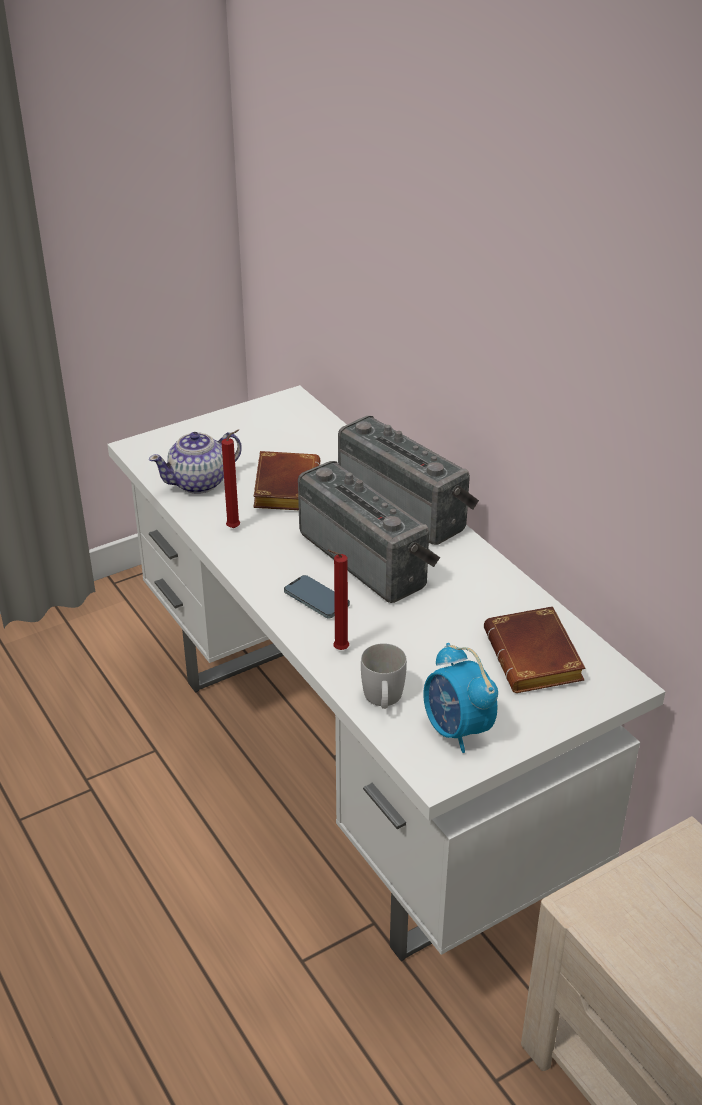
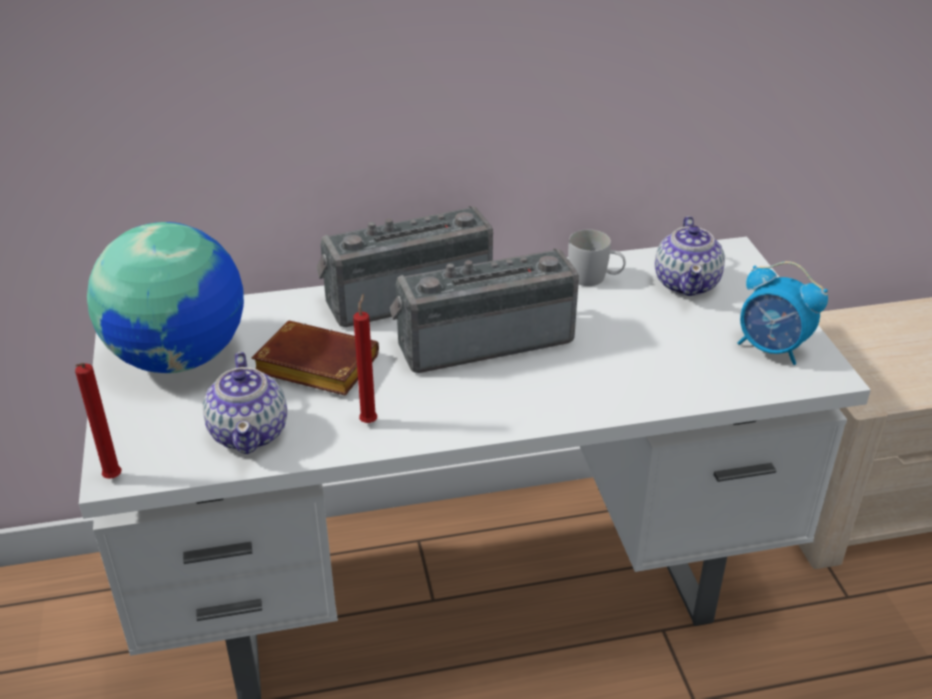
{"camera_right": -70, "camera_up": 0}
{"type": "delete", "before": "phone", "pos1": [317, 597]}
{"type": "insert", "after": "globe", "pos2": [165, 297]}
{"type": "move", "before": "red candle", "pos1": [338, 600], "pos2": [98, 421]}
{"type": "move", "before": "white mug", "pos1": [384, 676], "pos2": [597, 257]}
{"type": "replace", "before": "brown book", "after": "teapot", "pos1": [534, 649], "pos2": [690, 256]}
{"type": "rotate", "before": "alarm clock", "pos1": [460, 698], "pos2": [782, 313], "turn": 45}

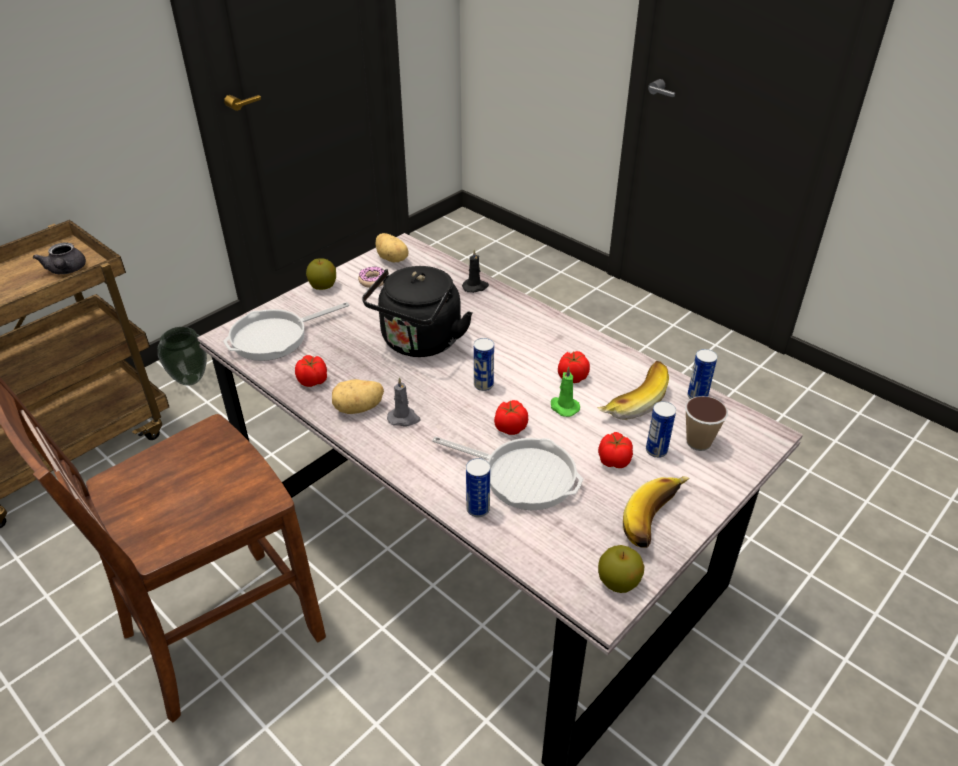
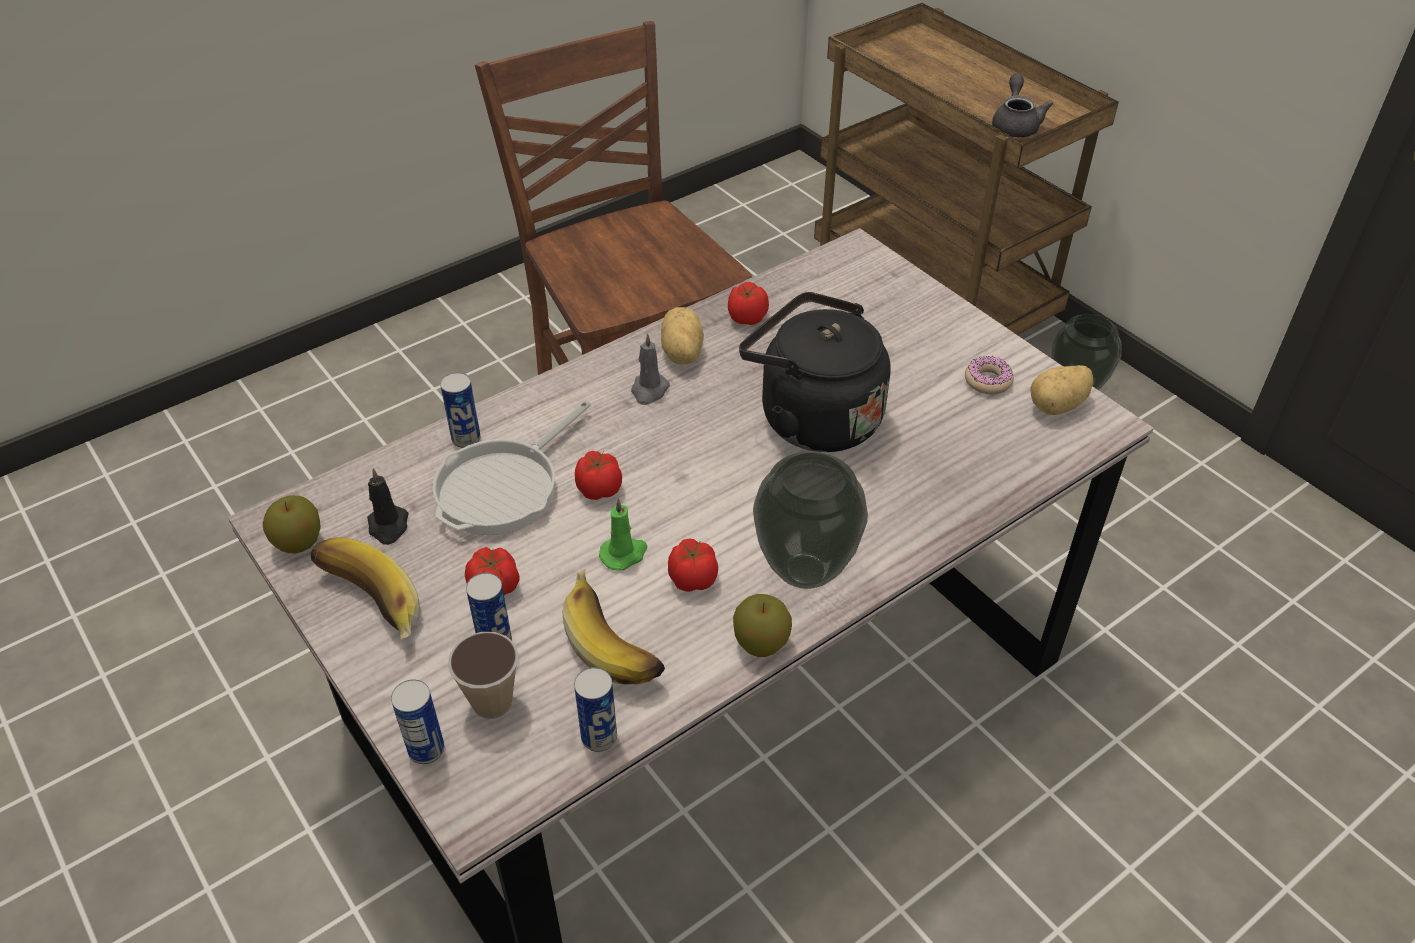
{"camera_right": 100, "camera_up": 5}
{"type": "delete", "before": "frying pan", "pos1": [286, 331]}
{"type": "insert", "after": "vase", "pos2": [810, 520]}
{"type": "move", "before": "apple", "pos1": [321, 274], "pos2": [762, 625]}
{"type": "move", "before": "black candle", "pos1": [475, 271], "pos2": [388, 506]}
{"type": "move", "before": "can", "pos1": [484, 364], "pos2": [417, 721]}
{"type": "rotate", "before": "grey teapot", "pos1": [59, 258], "pos2": [1023, 105], "turn": 105}

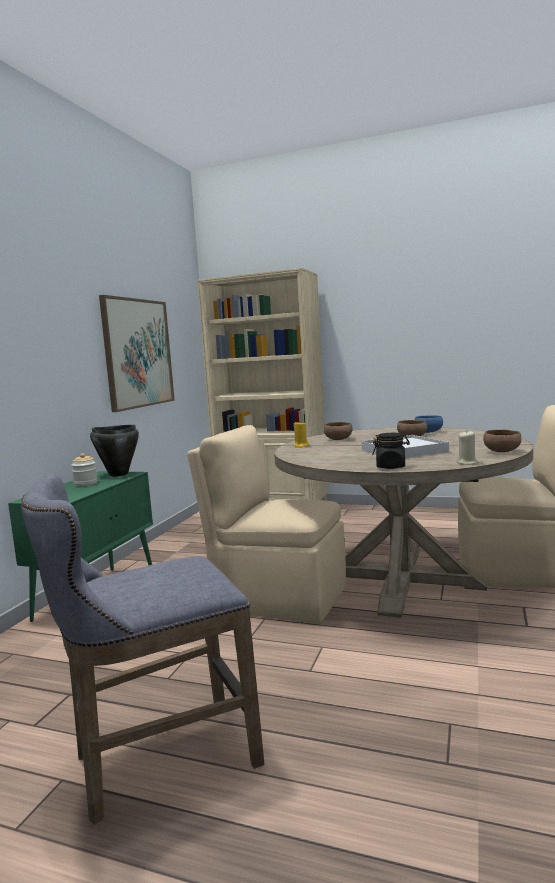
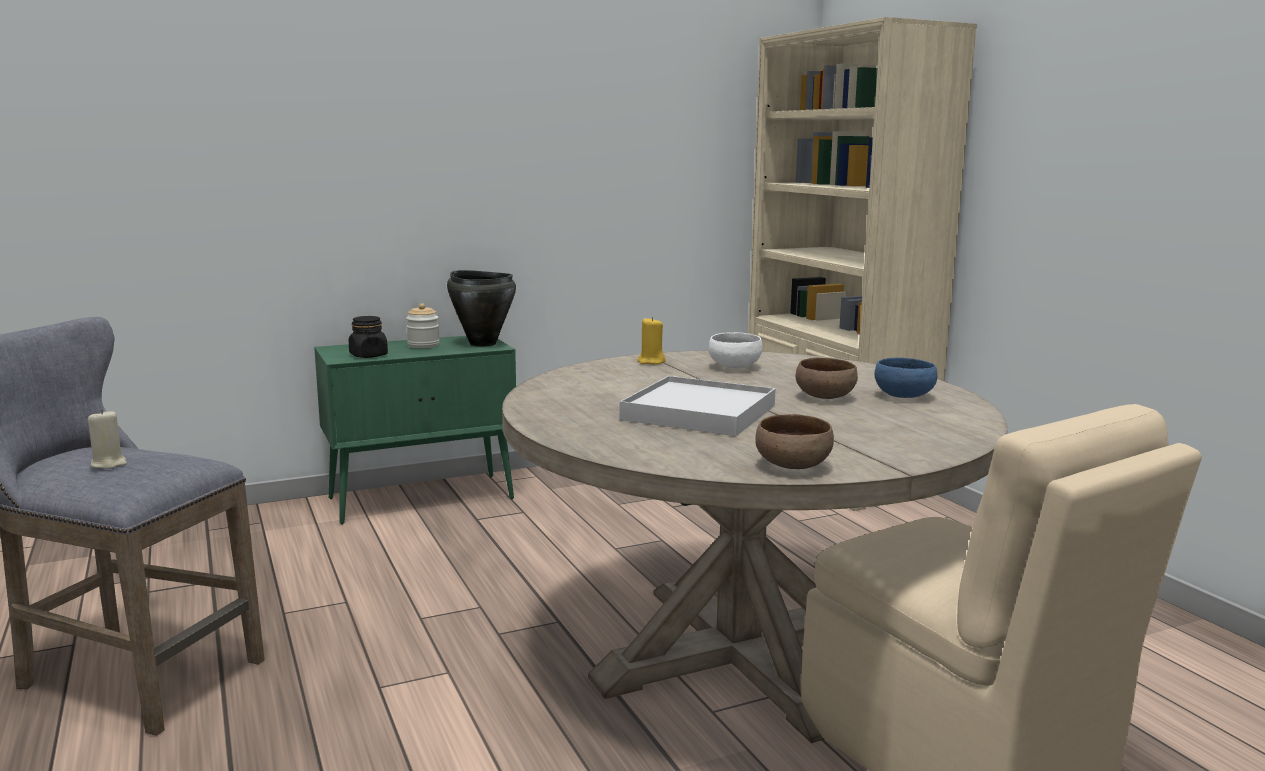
{"camera_right": 45, "camera_up": 5}
{"type": "delete", "before": "picture", "pos1": [137, 353]}
{"type": "delete", "before": "beige chair", "pos1": [266, 524]}
{"type": "move", "before": "black jar", "pos1": [391, 451], "pos2": [368, 337]}
{"type": "move", "before": "beige candle", "pos1": [467, 448], "pos2": [107, 439]}
{"type": "recolor", "before": "brown bowl", "after": "white bowl", "pos1": [338, 431], "pos2": [736, 350]}

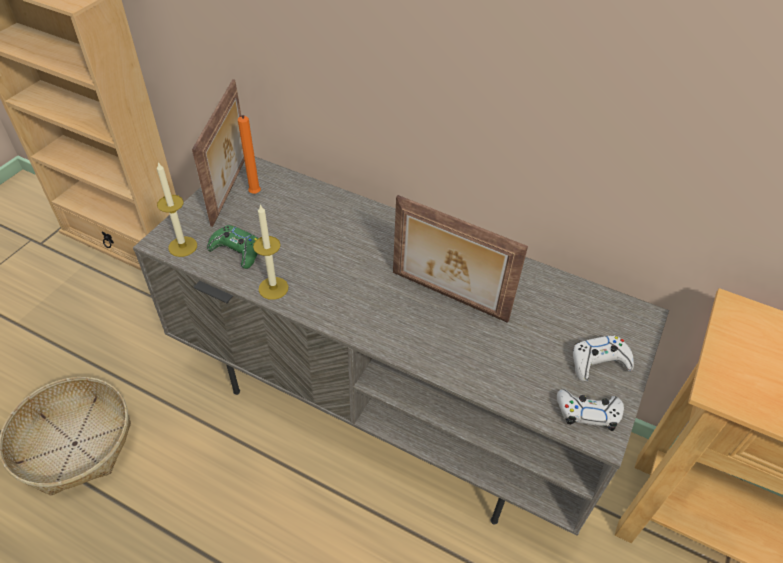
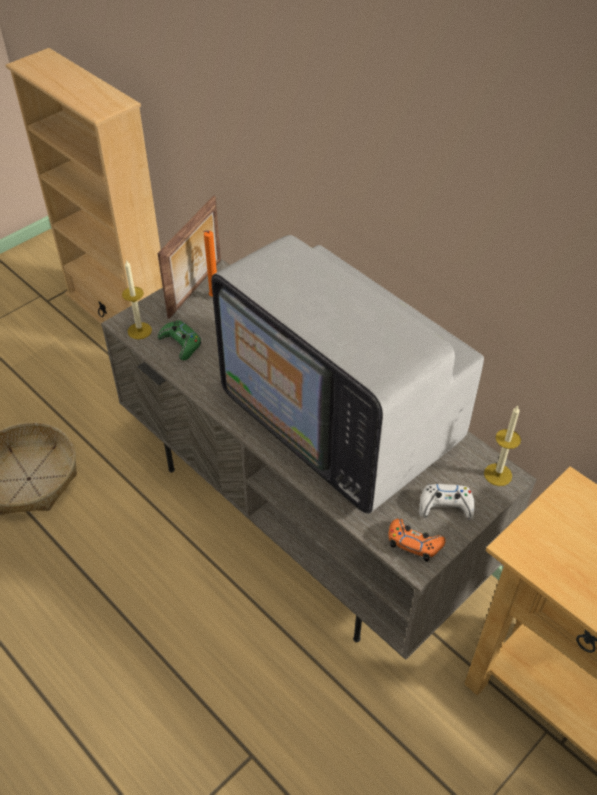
{"camera_right": 20, "camera_up": 0}
{"type": "move", "before": "candle", "pos1": [271, 252], "pos2": [502, 446]}
{"type": "replace", "before": "picture frame", "after": "television", "pos1": [460, 259], "pos2": [347, 374]}
{"type": "recolor", "before": "white game controller", "after": "orange game controller", "pos1": [590, 410], "pos2": [416, 540]}

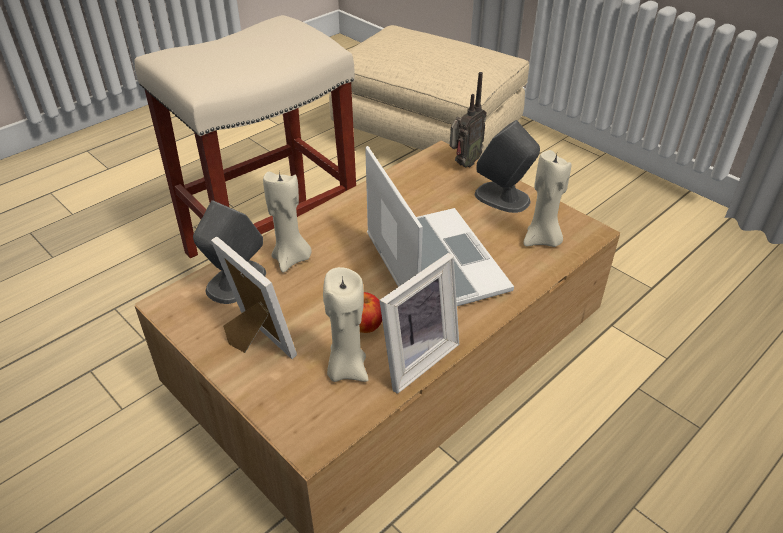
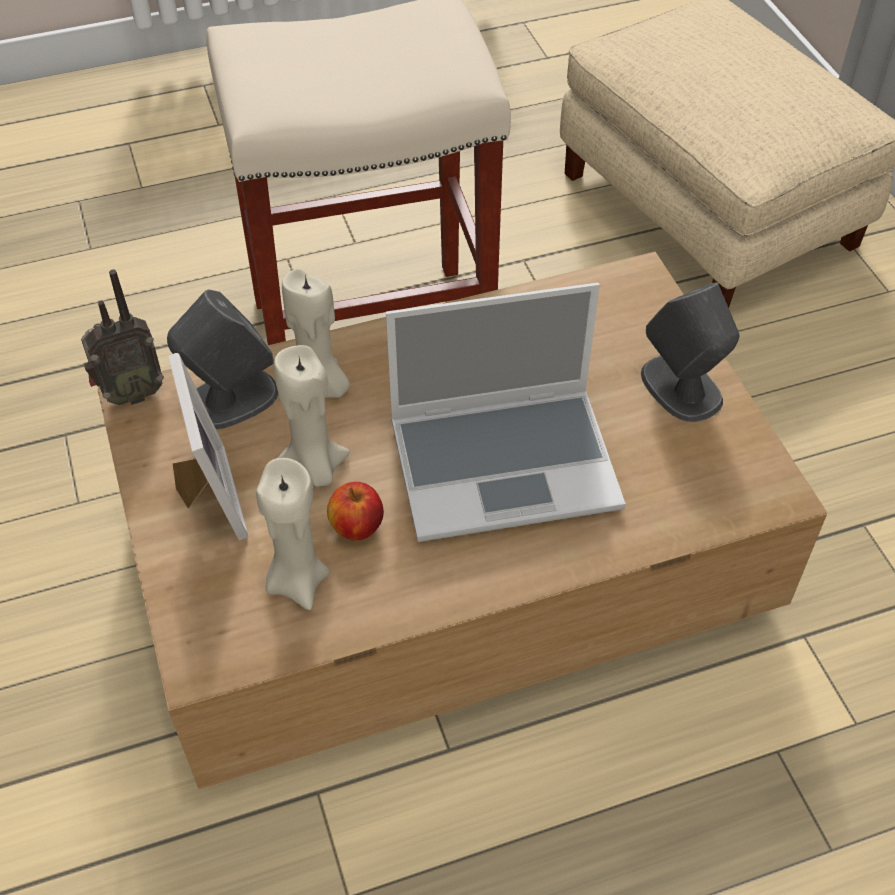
{"camera_right": 25, "camera_up": 10}
{"type": "delete", "before": "picture frame", "pos1": [419, 323]}
{"type": "move", "before": "radio", "pos1": [468, 120], "pos2": [122, 337]}
{"type": "move", "before": "beige candle", "pos1": [547, 198], "pos2": [312, 416]}
{"type": "rotate", "before": "laptop", "pos1": [439, 226], "pos2": [506, 412], "turn": 75}

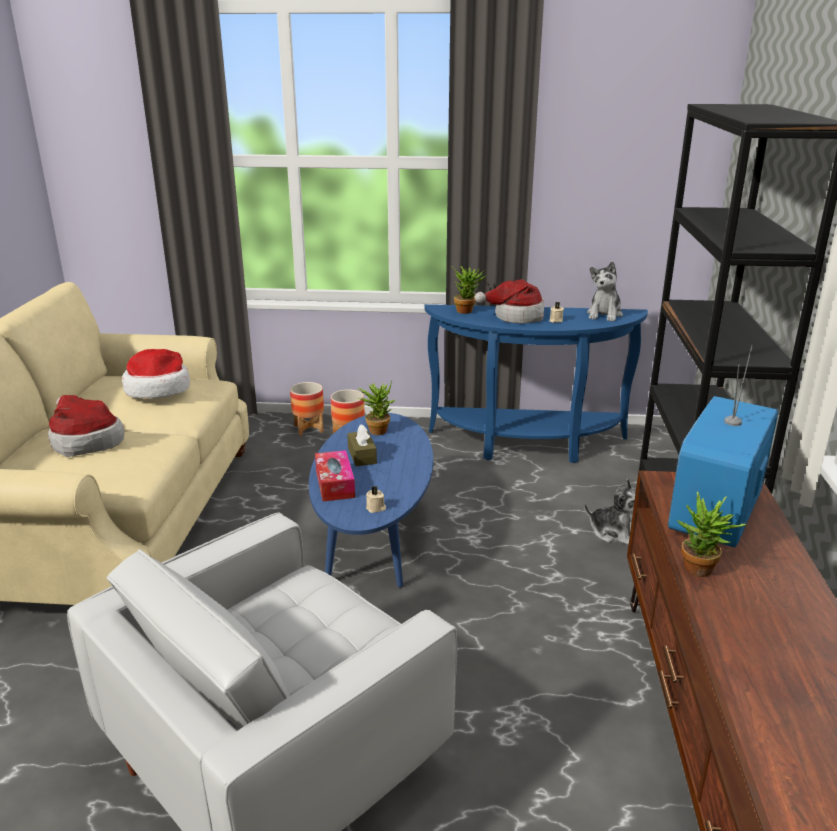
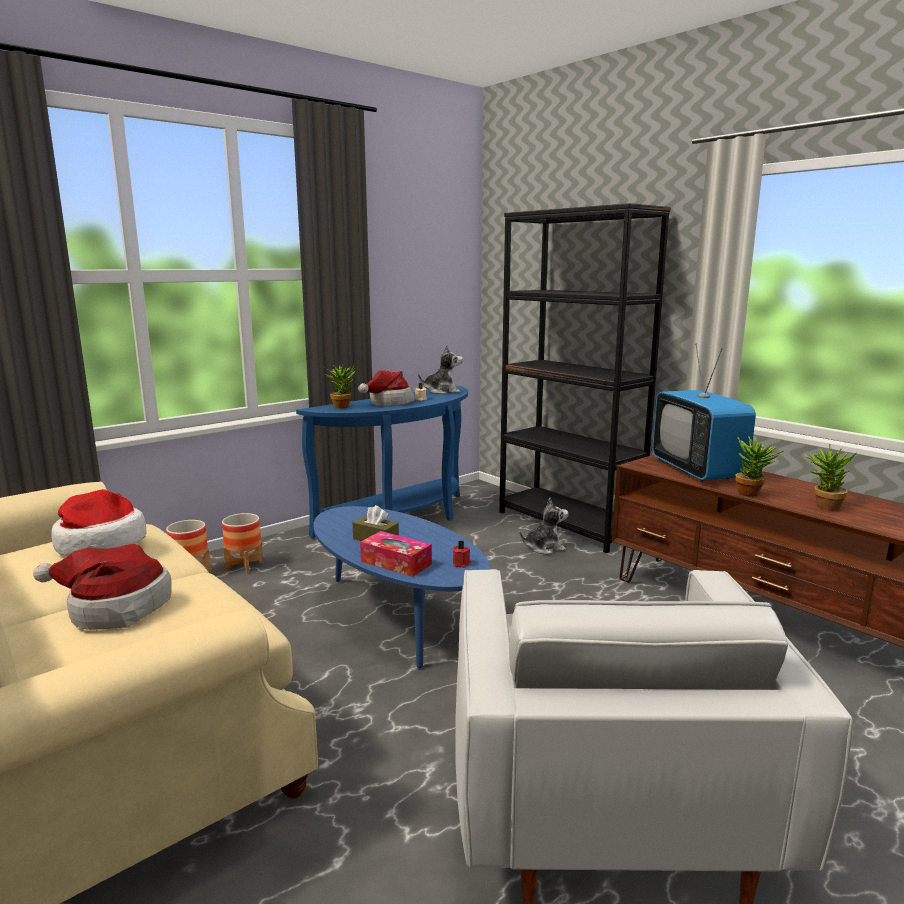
{"camera_right": -45, "camera_up": -10}
{"type": "move", "before": "potted plant", "pos1": [376, 407], "pos2": [829, 477]}
{"type": "recolor", "before": "beige candle", "after": "red candle", "pos1": [376, 499], "pos2": [462, 554]}
{"type": "rotate", "before": "plush toy", "pos1": [605, 291], "pos2": [440, 369], "turn": -75}

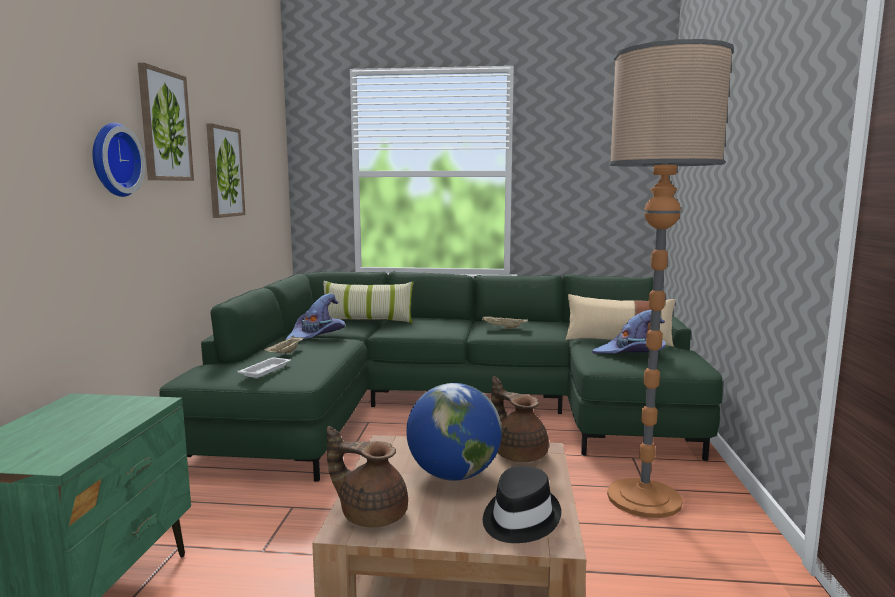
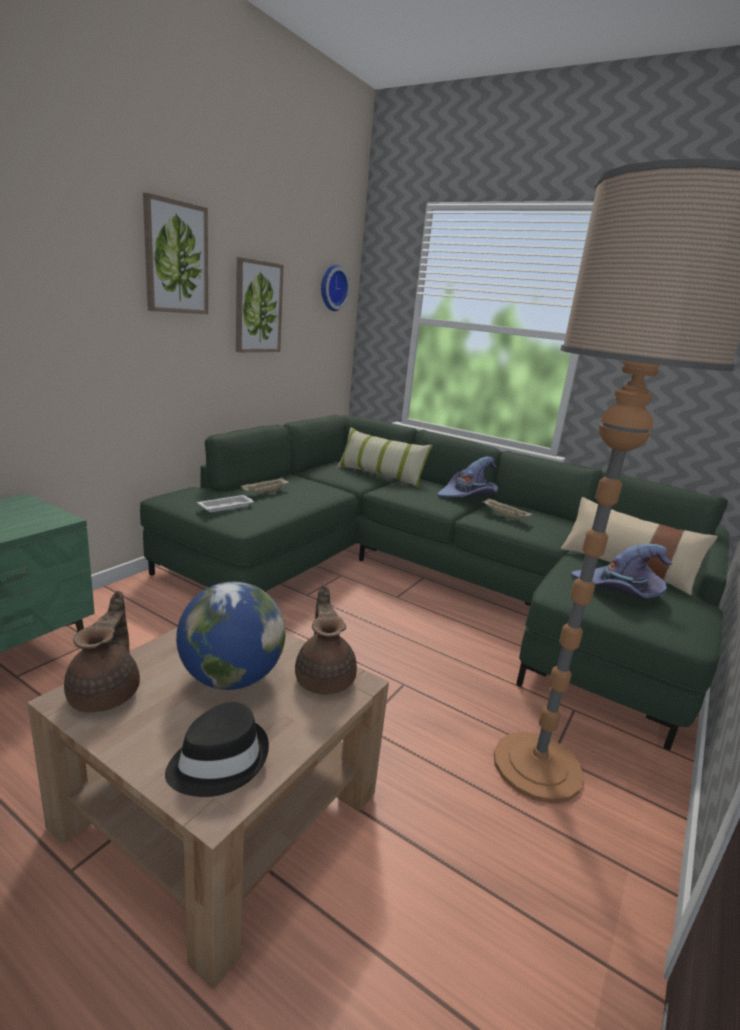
{"camera_right": 25, "camera_up": 10}
{"type": "move", "before": "wall clock", "pos1": [118, 160], "pos2": [335, 287]}
{"type": "move", "before": "purple hat", "pos1": [315, 317], "pos2": [468, 477]}
{"type": "rotate", "before": "brown teapot", "pos1": [367, 477], "pos2": [102, 651], "turn": 45}

